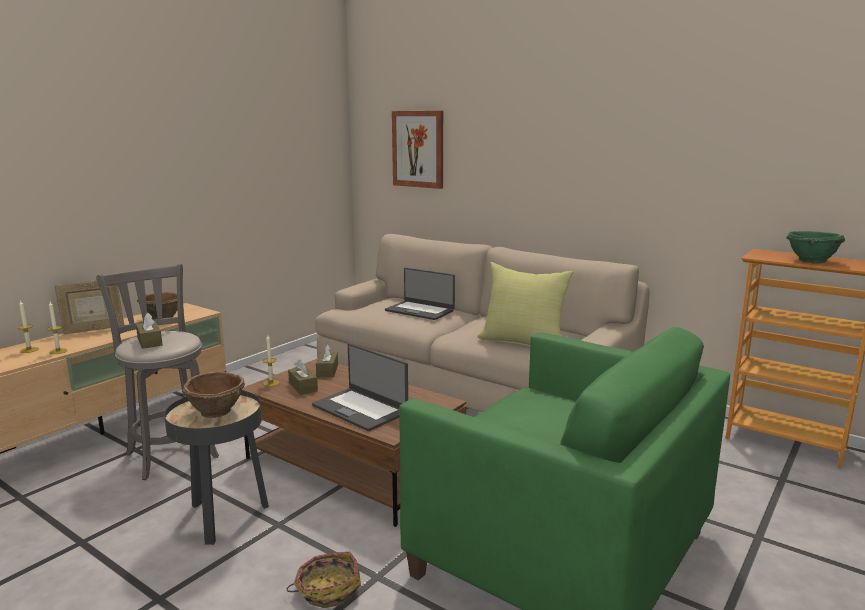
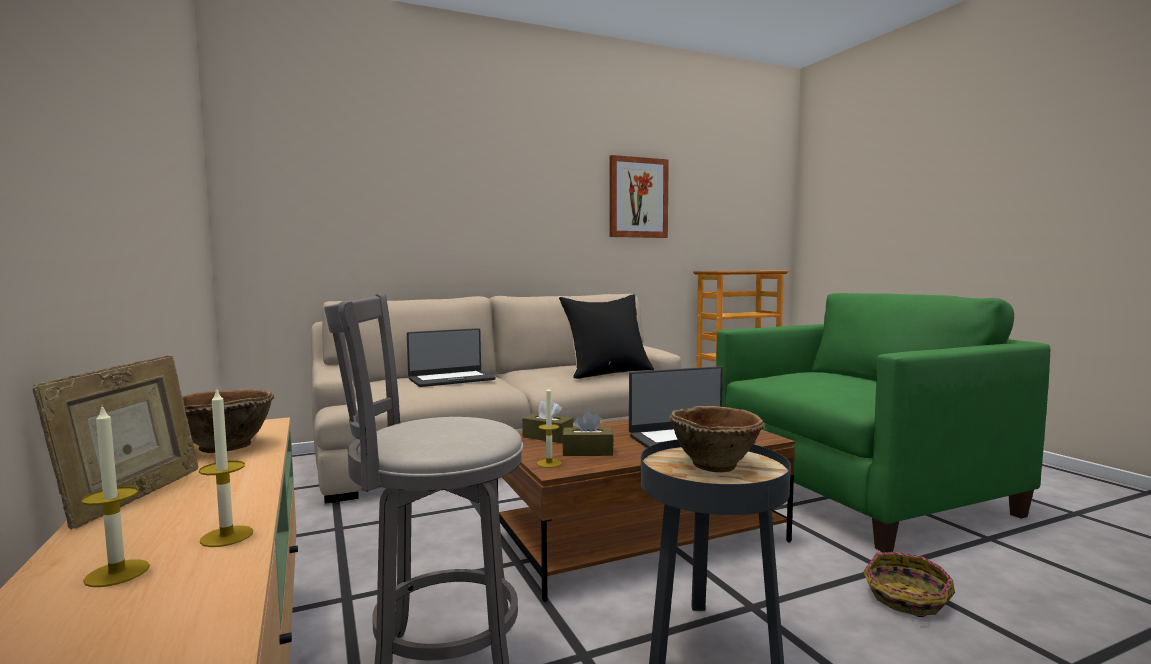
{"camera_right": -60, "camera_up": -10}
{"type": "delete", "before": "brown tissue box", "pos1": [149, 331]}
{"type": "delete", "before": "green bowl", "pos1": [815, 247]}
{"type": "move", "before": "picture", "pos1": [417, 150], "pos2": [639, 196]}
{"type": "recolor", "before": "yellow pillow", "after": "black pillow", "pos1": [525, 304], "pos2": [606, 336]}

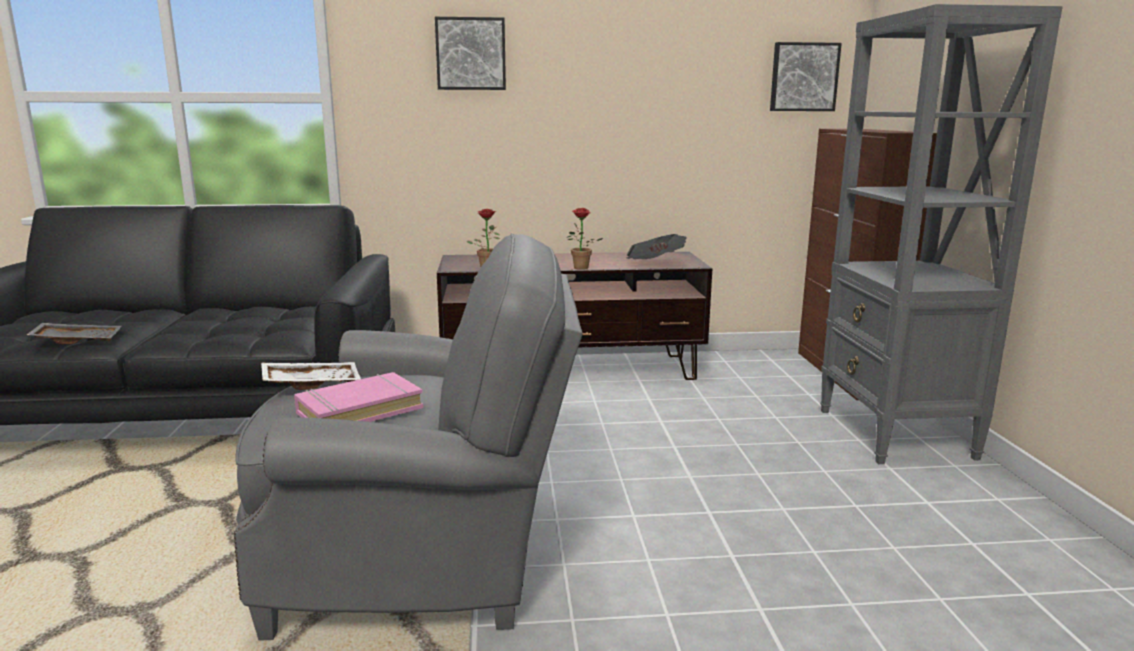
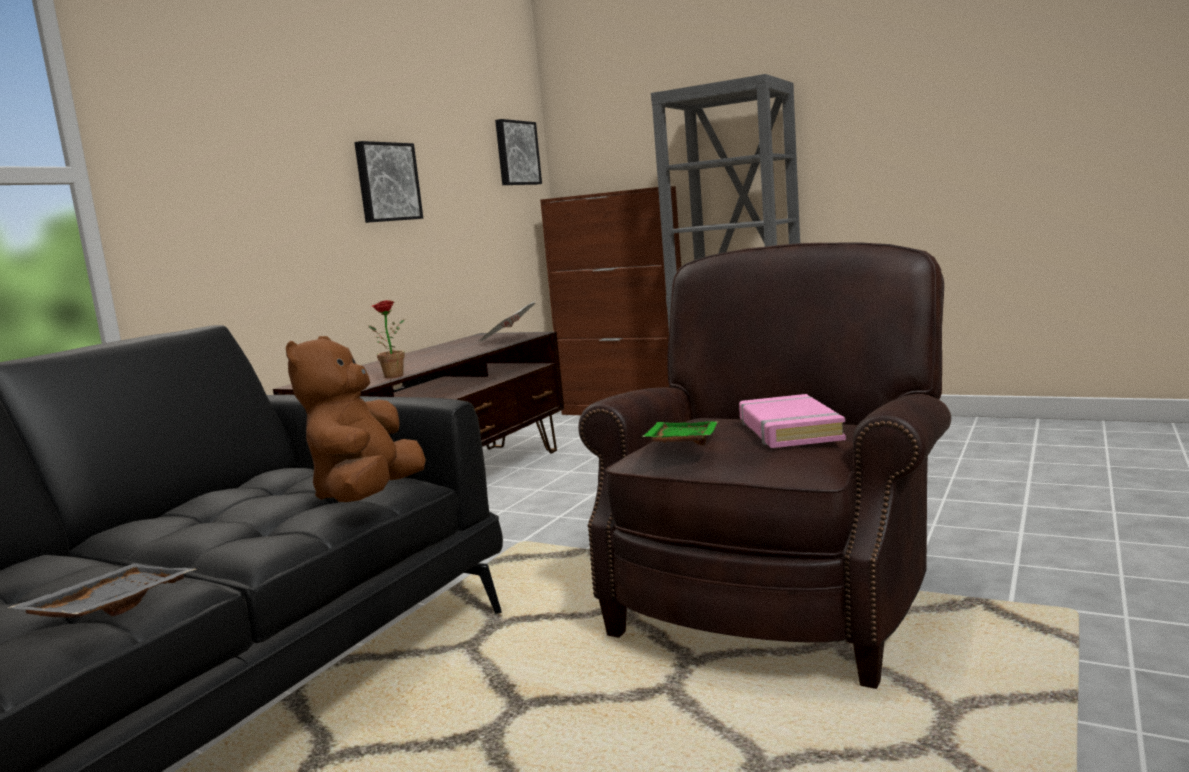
{"camera_right": -55, "camera_up": -5}
{"type": "delete", "before": "potted plant", "pos1": [584, 239]}
{"type": "insert", "after": "brown plush toy", "pos2": [356, 419]}
{"type": "move", "before": "picture", "pos1": [470, 53], "pos2": [388, 182]}
{"type": "recolor", "before": "grey armchair", "after": "brown armchair", "pos1": [408, 437], "pos2": [764, 465]}
{"type": "recolor", "before": "white tray", "after": "green tray", "pos1": [311, 376], "pos2": [679, 433]}

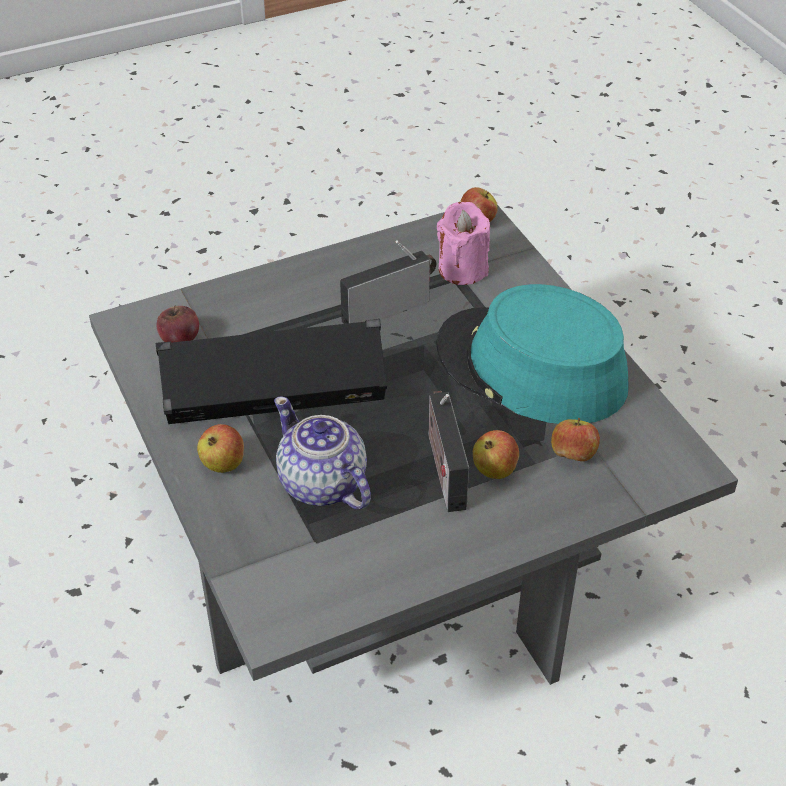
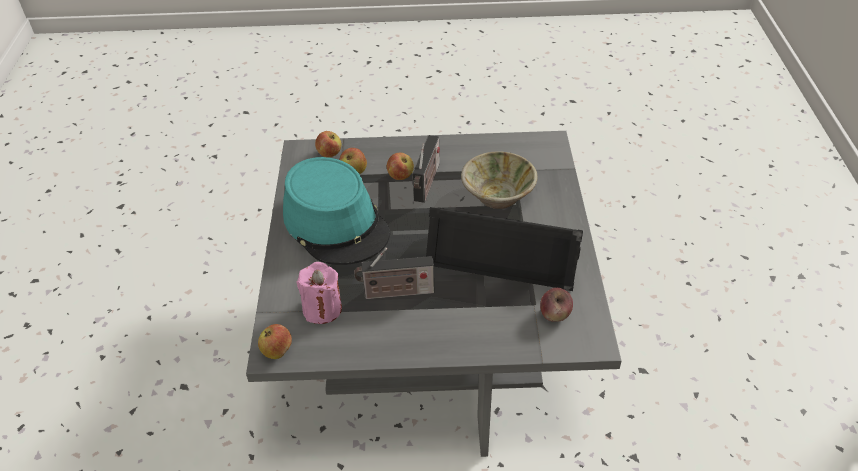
{"camera_right": -155, "camera_up": 0}
{"type": "move", "before": "apple", "pos1": [220, 448], "pos2": [328, 144]}
{"type": "replace", "before": "teapot", "after": "beige bowl", "pos1": [322, 453], "pos2": [499, 180]}

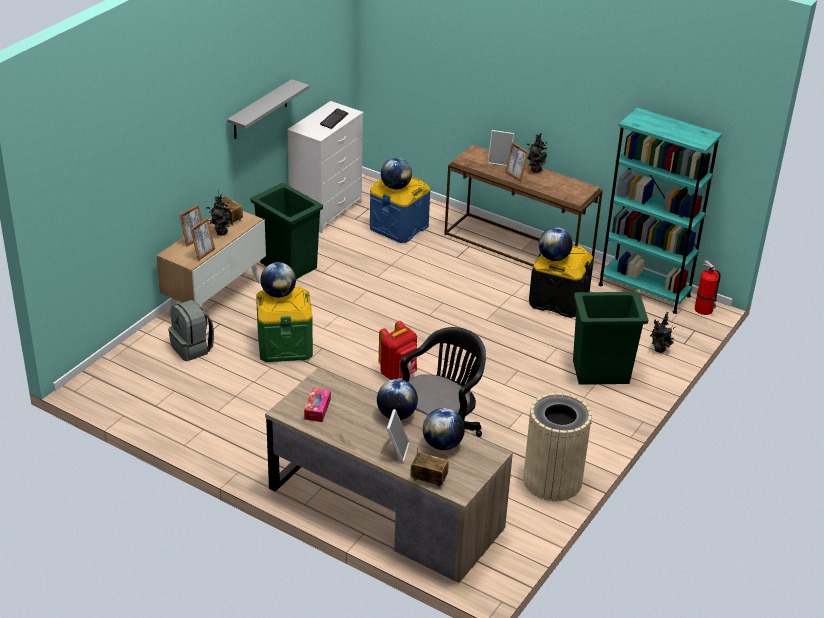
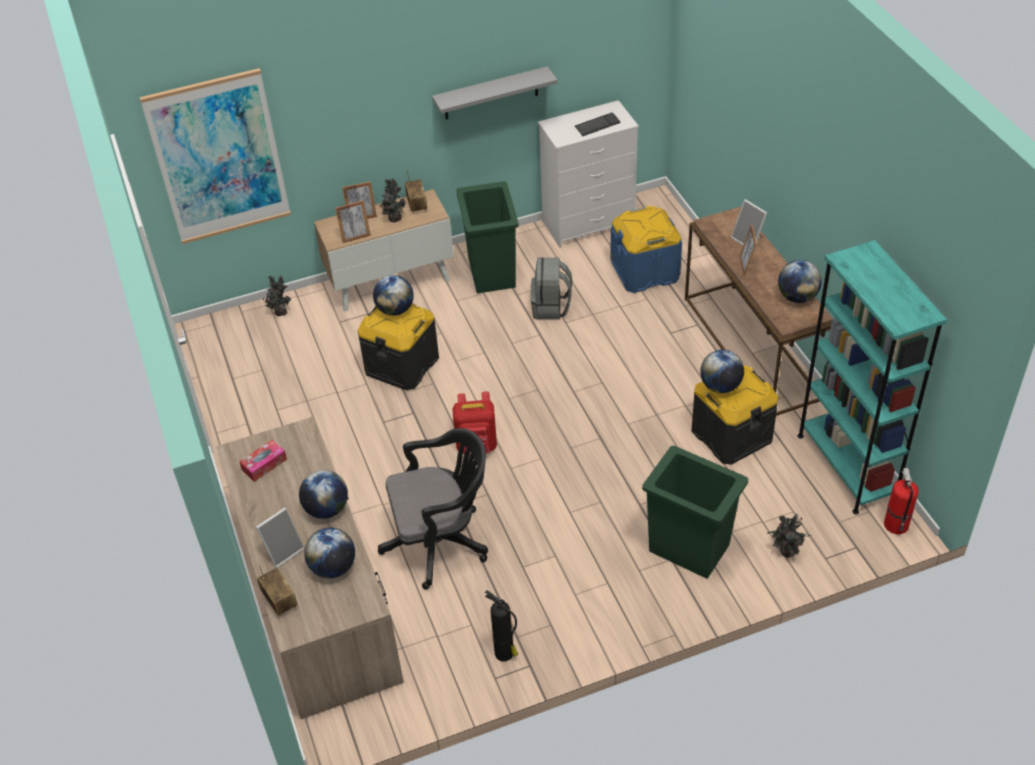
{"camera_right": 40, "camera_up": 10}
{"type": "insert", "after": "picture", "pos2": [215, 156]}
{"type": "move", "before": "grey backpack", "pos1": [191, 330], "pos2": [551, 288]}
{"type": "move", "before": "globe", "pos1": [396, 173], "pos2": [800, 281]}
{"type": "move", "before": "potted plant", "pos1": [537, 153], "pos2": [277, 295]}
{"type": "replace", "before": "beige trash can", "after": "fire extinguisher", "pos1": [557, 447], "pos2": [501, 625]}
{"type": "recolor", "before": "green storage box", "after": "black storage box", "pos1": [284, 324], "pos2": [398, 347]}

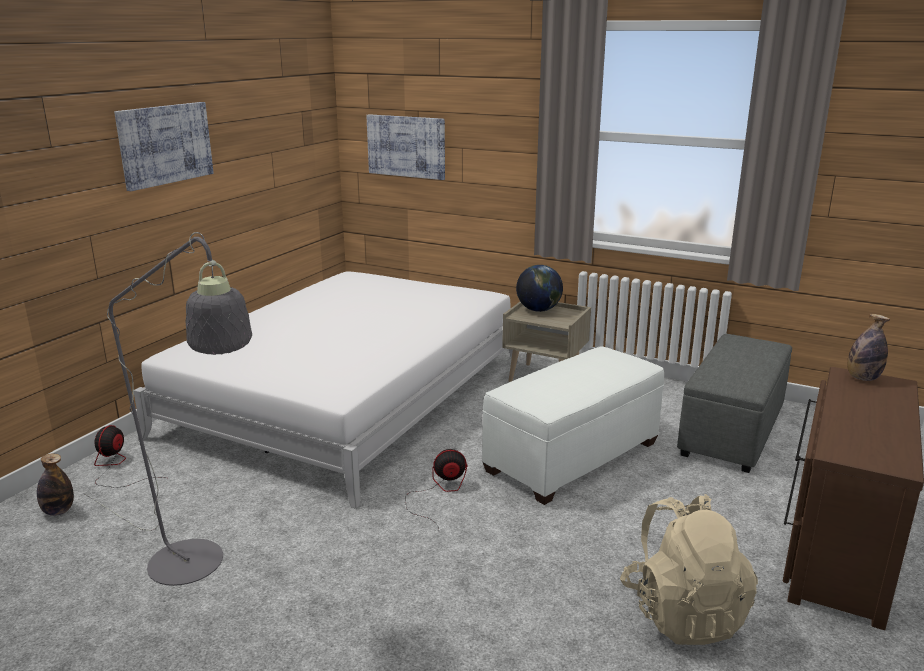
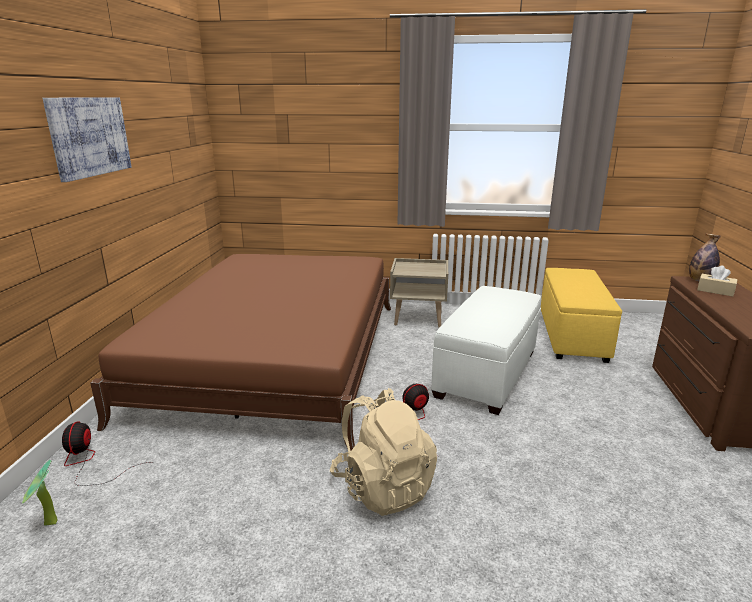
{"camera_right": -20, "camera_up": 0}
{"type": "delete", "before": "grey floor lamp", "pos1": [167, 409]}
{"type": "delete", "before": "picture", "pos1": [405, 147]}
{"type": "delete", "before": "globe", "pos1": [539, 288]}
{"type": "insert", "after": "beige tissue box", "pos2": [717, 281]}
{"type": "move", "before": "beige backpack", "pos1": [689, 569], "pos2": [383, 452]}
{"type": "replace", "before": "bottle", "after": "potted plant", "pos1": [55, 485], "pos2": [40, 493]}
{"type": "recolor", "before": "white bed", "after": "brown bed", "pos1": [327, 390], "pos2": [240, 352]}
{"type": "recolor", "before": "grey ottoman", "after": "yellow ottoman", "pos1": [734, 403], "pos2": [581, 315]}

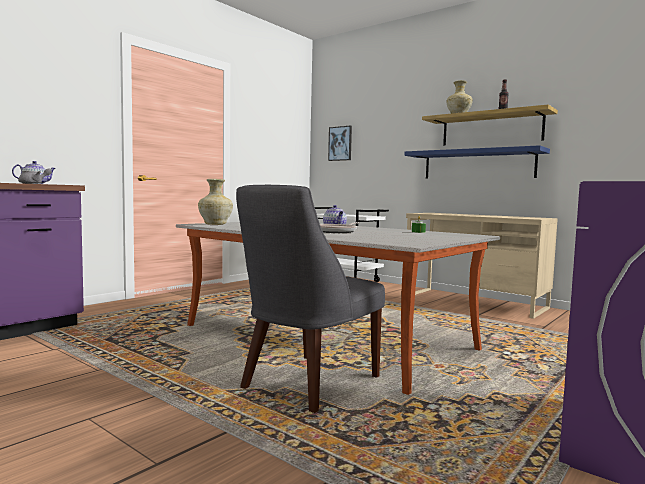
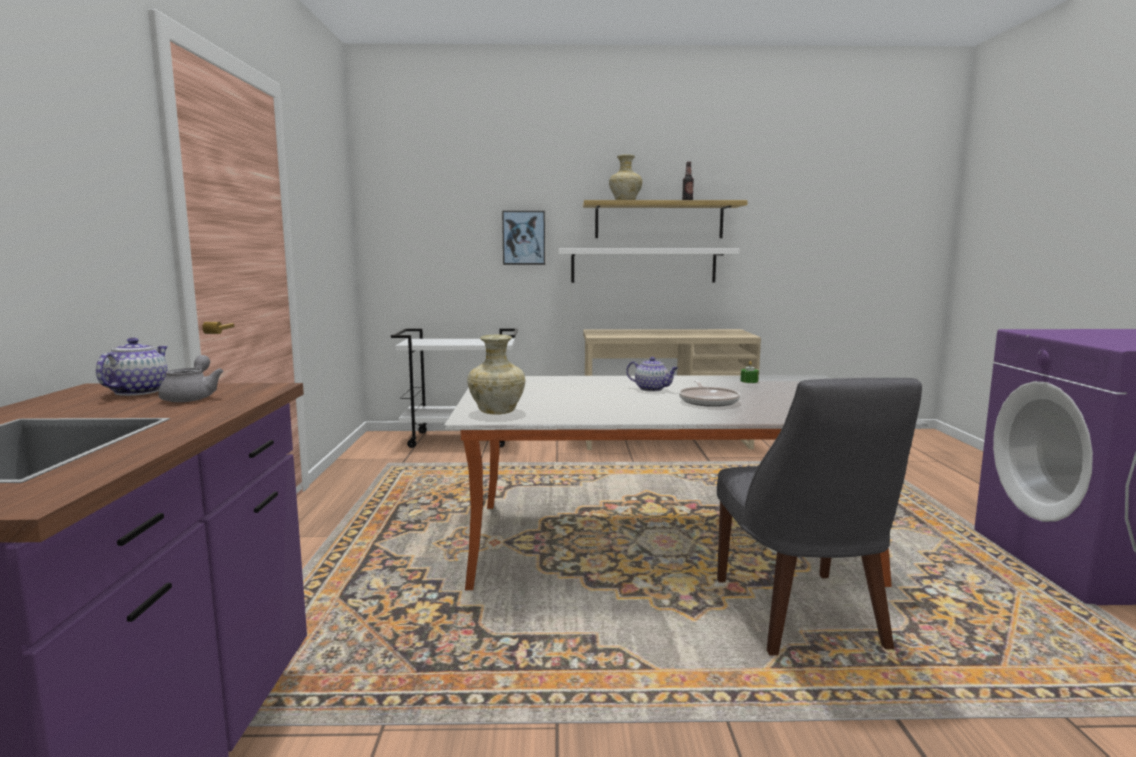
{"camera_right": -40, "camera_up": 5}
{"type": "move", "before": "picture", "pos1": [340, 143], "pos2": [523, 238]}
{"type": "recolor", "before": "blue shelf", "after": "white shelf", "pos1": [477, 161], "pos2": [649, 265]}

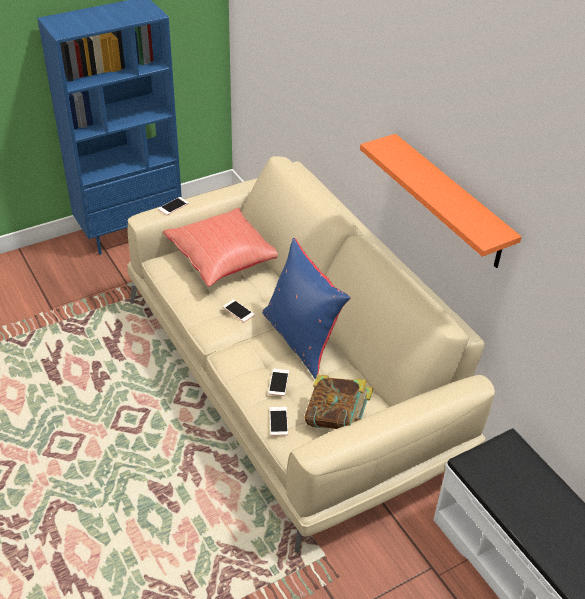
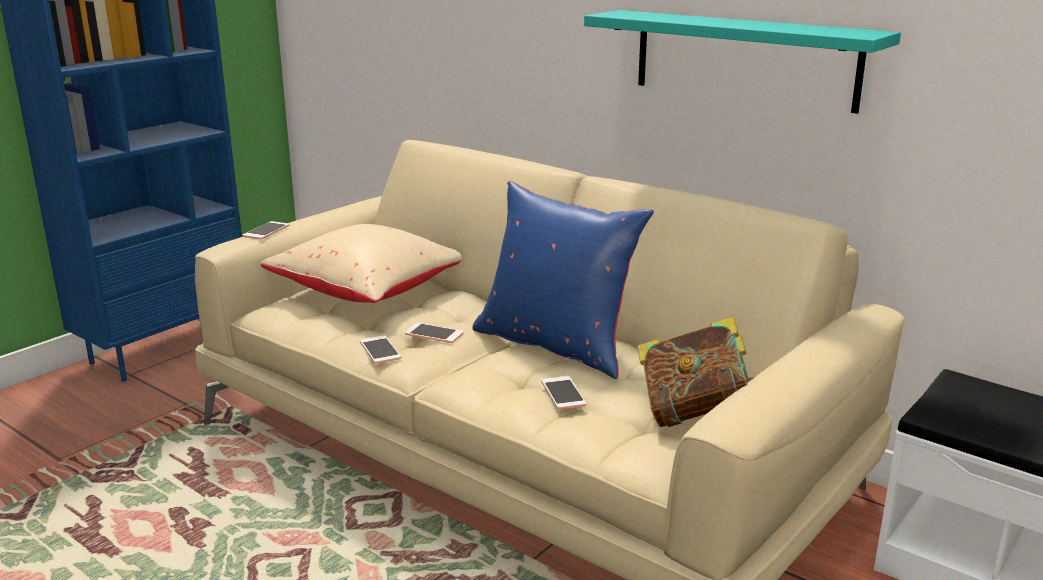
{"camera_right": -20, "camera_up": -20}
{"type": "move", "before": "phone", "pos1": [278, 421], "pos2": [380, 349]}
{"type": "recolor", "before": "red pillow", "after": "beige pillow", "pos1": [220, 247], "pos2": [361, 263]}
{"type": "recolor", "before": "orange shelf", "after": "turquoise shelf", "pos1": [441, 201], "pos2": [742, 62]}

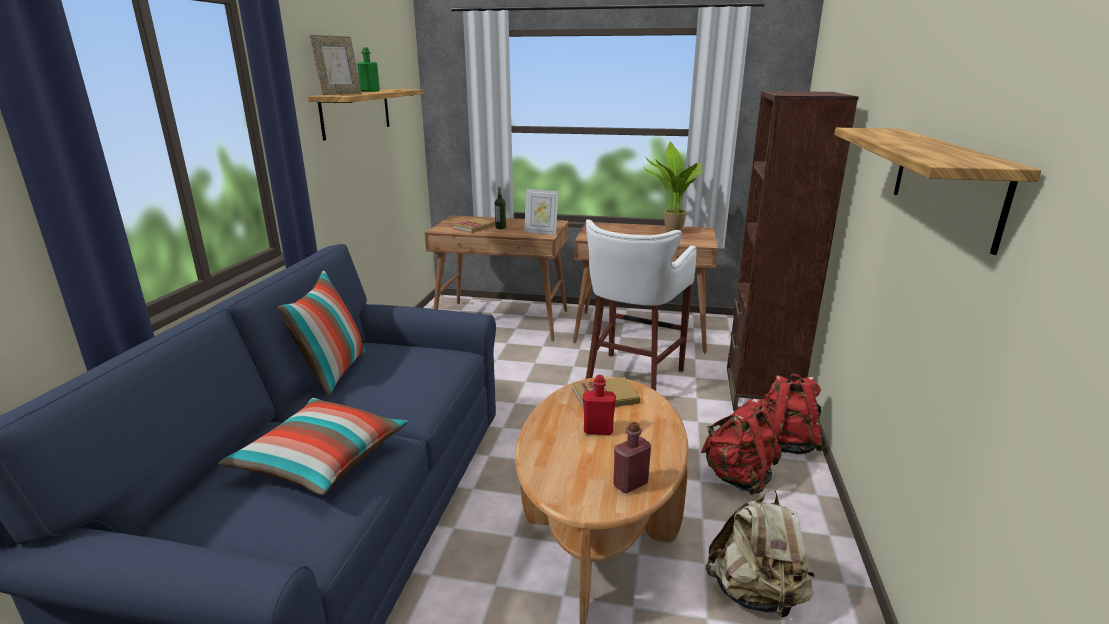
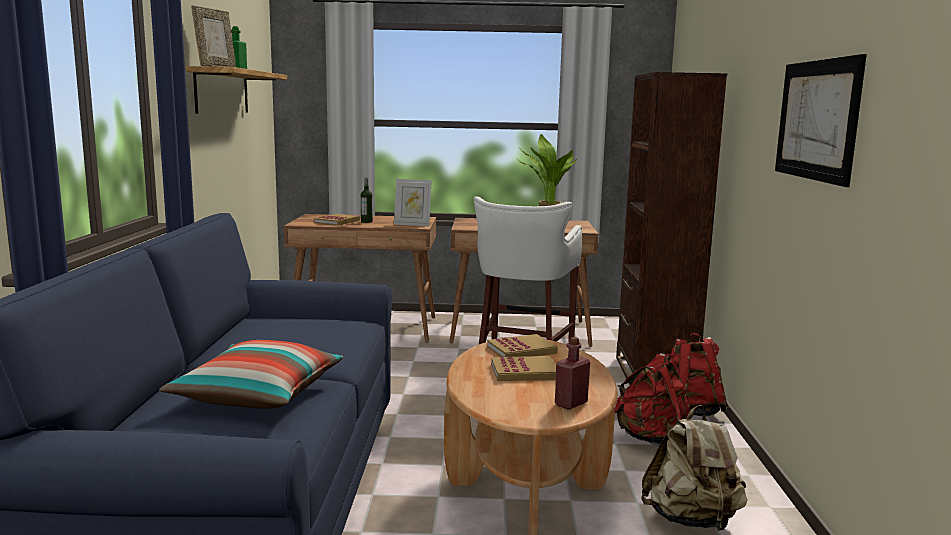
{"camera_right": -10, "camera_up": -10}
{"type": "delete", "before": "pillow", "pos1": [322, 333]}
{"type": "replace", "before": "red bottle", "after": "book", "pos1": [599, 405], "pos2": [523, 368]}
{"type": "replace", "before": "shelf", "after": "picture", "pos1": [937, 191], "pos2": [821, 120]}

